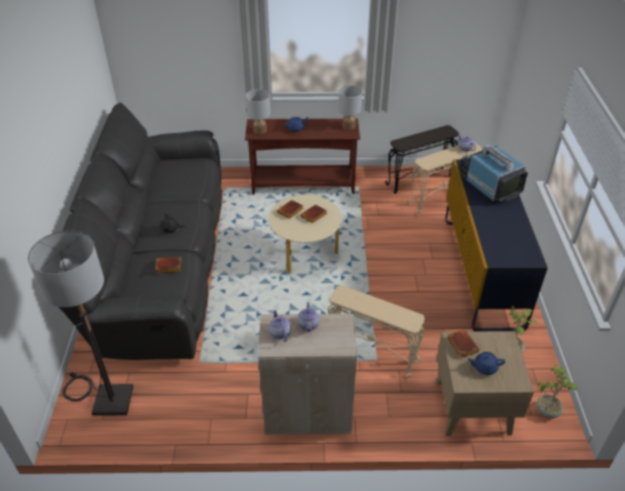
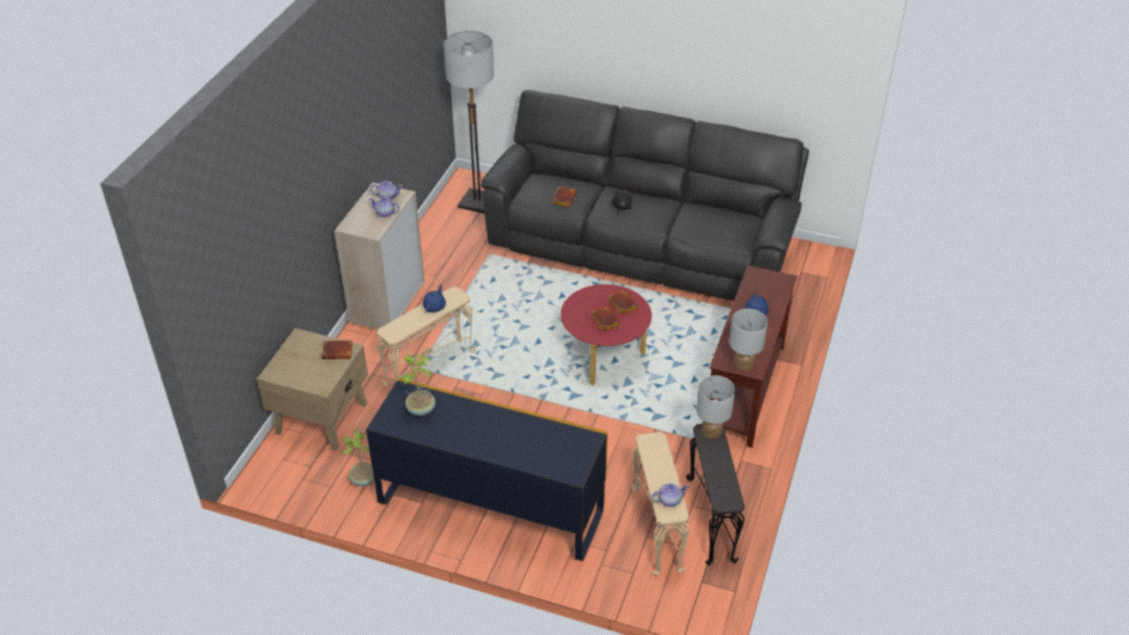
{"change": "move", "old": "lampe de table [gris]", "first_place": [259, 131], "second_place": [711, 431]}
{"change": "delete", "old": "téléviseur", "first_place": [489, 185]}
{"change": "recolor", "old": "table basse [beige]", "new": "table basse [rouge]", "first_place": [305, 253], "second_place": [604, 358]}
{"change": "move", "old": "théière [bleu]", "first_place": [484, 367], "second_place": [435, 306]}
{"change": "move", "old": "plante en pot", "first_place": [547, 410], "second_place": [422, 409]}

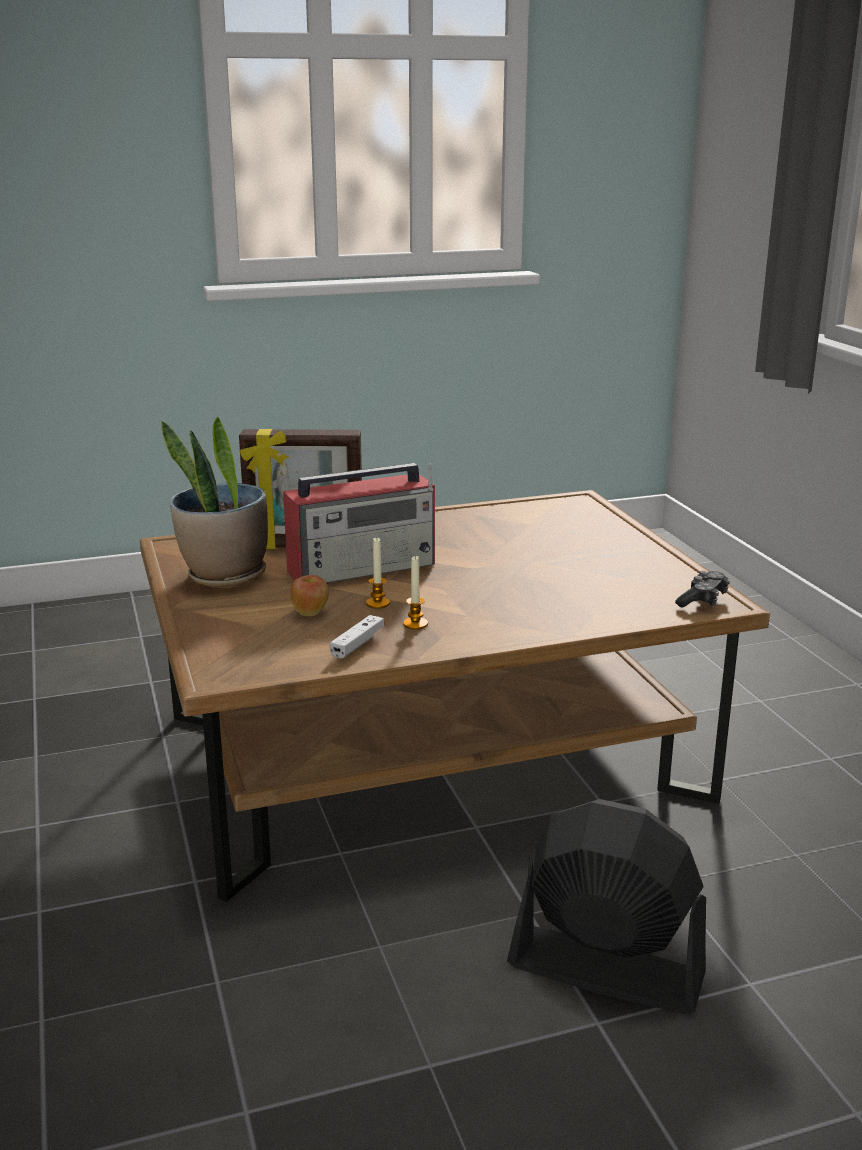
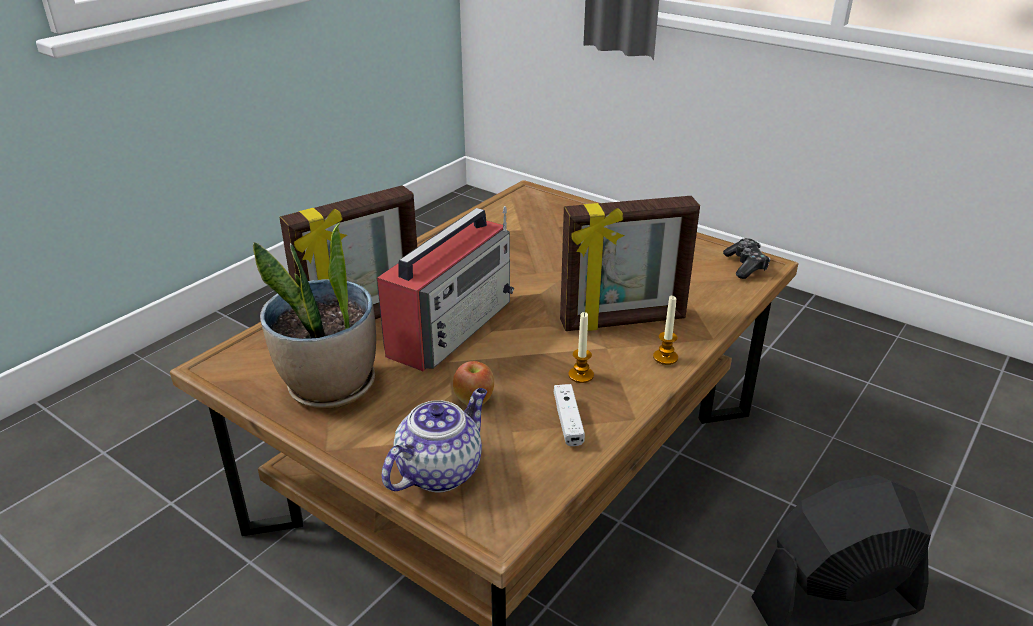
{"change": "move", "old": "bougie", "first_place": [377, 603], "second_place": [665, 357]}
{"change": "insert", "new": "cadre photo", "second_place": [623, 322]}
{"change": "insert", "new": "théière", "second_place": [440, 470]}

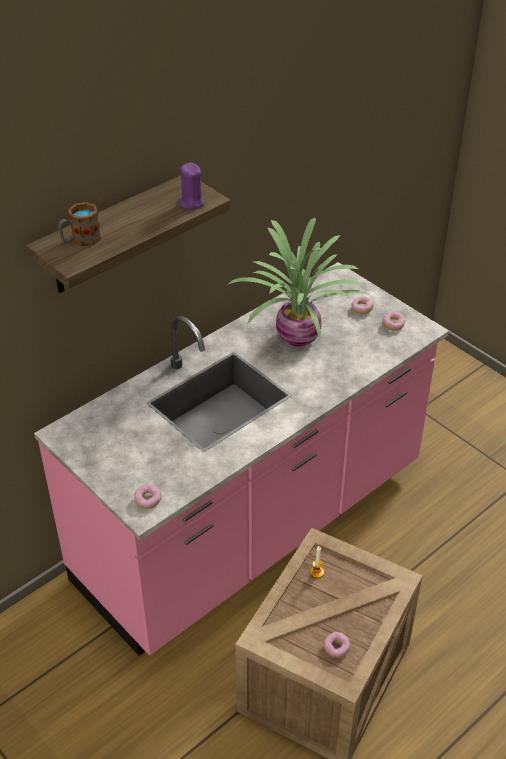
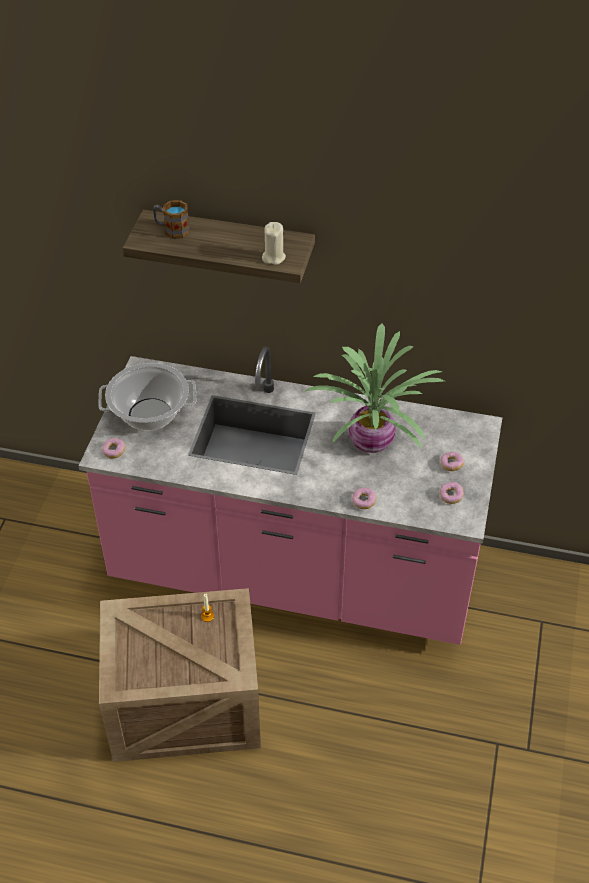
{"change": "recolor", "old": "bougie [violet]", "new": "bougie [beige]", "first_place": [191, 203], "second_place": [273, 257]}
{"change": "move", "old": "beignet", "first_place": [336, 648], "second_place": [363, 502]}
{"change": "insert", "new": "marmite", "second_place": [149, 415]}

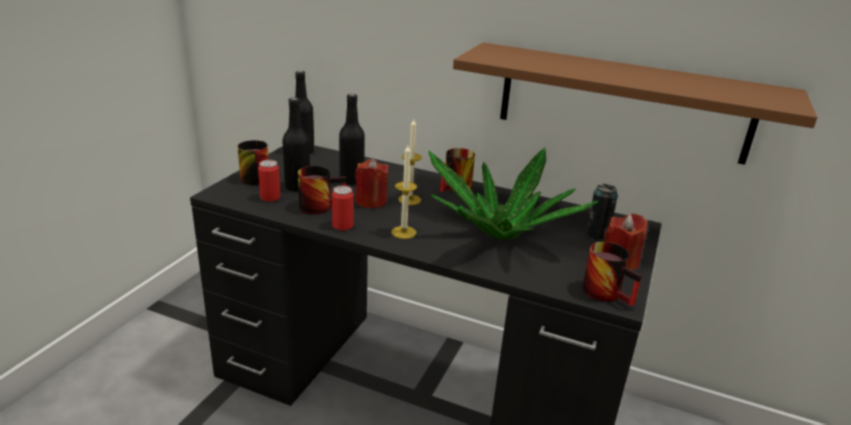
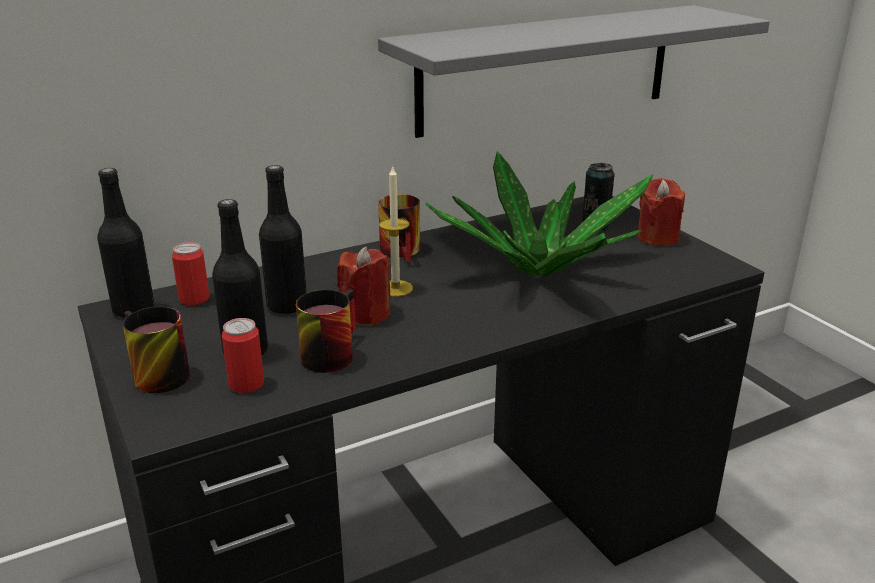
{"change": "recolor", "old": "étagère [marron]", "new": "étagère [gris]", "first_place": [623, 102], "second_place": [547, 69]}
{"change": "delete", "old": "bougie", "first_place": [403, 232]}
{"change": "move", "old": "boîte métallique", "first_place": [342, 225], "second_place": [194, 299]}
{"change": "delete", "old": "mug", "first_place": [608, 293]}

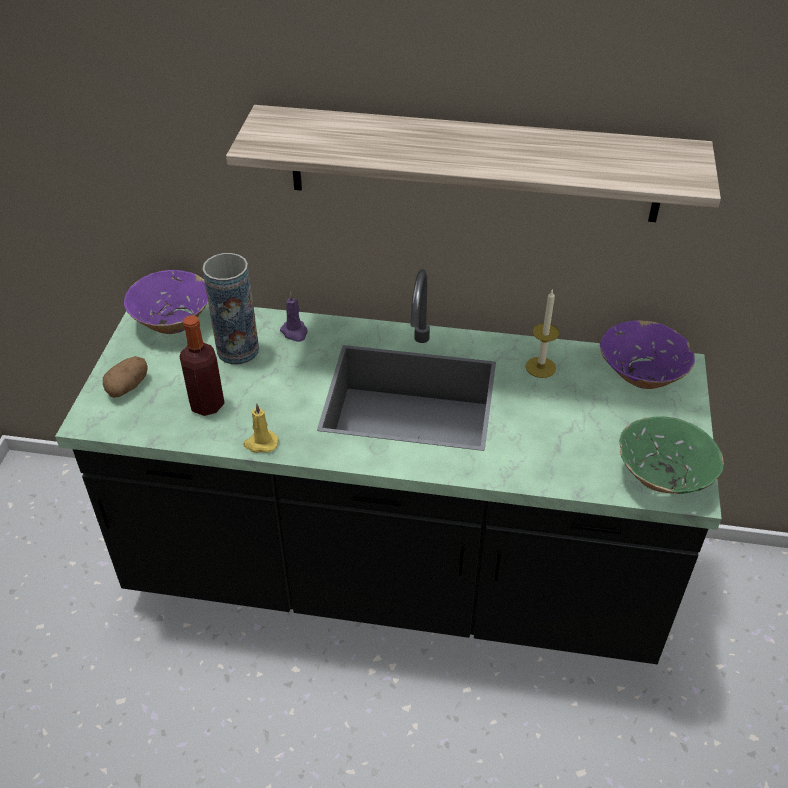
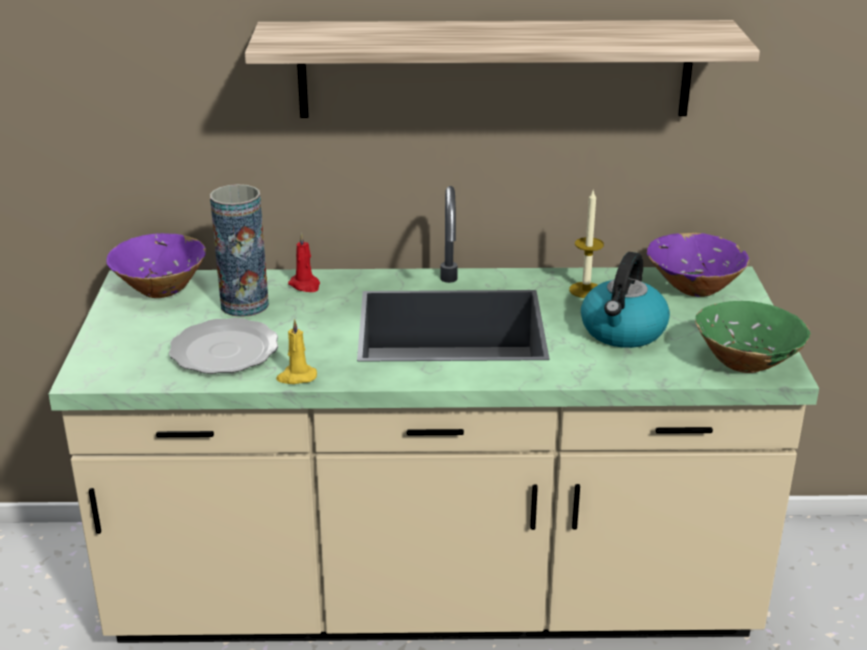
{"change": "recolor", "old": "comptoir de cuisine [noir]", "new": "comptoir de cuisine [beige]", "first_place": [394, 576], "second_place": [433, 595]}
{"change": "recolor", "old": "bougie [violet]", "new": "bougie [rouge]", "first_place": [295, 332], "second_place": [305, 285]}
{"change": "replace", "old": "bouteille", "new": "assiette", "first_place": [207, 404], "second_place": [223, 351]}
{"change": "delete", "old": "pomme de terre", "first_place": [128, 386]}
{"change": "insert", "new": "bouilloire", "second_place": [623, 332]}

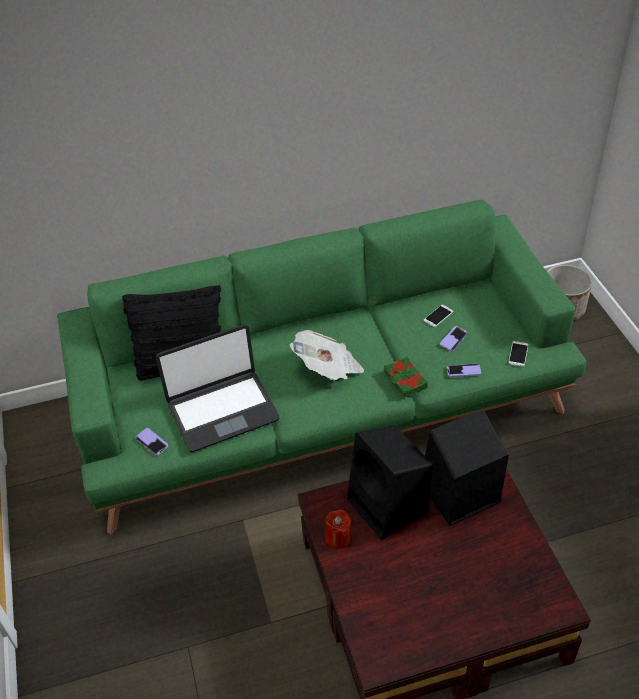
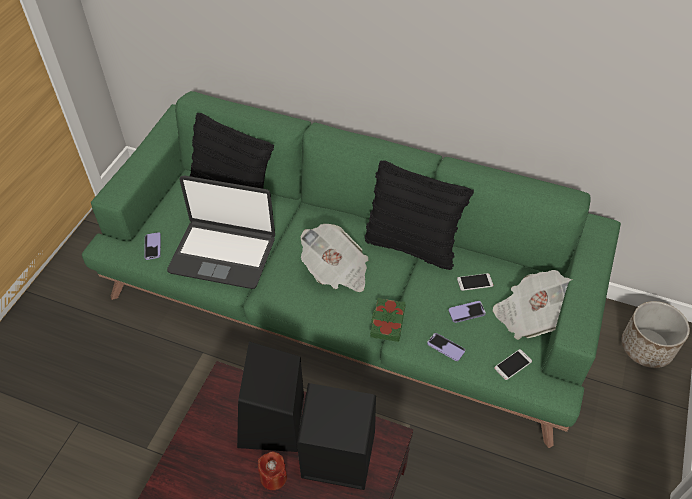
{"change": "move", "old": "bougie [rouge]", "first_place": [338, 537], "second_place": [273, 477]}
{"change": "insert", "new": "coussin [noir]", "second_place": [412, 246]}
{"change": "insert", "new": "journal", "second_place": [531, 315]}

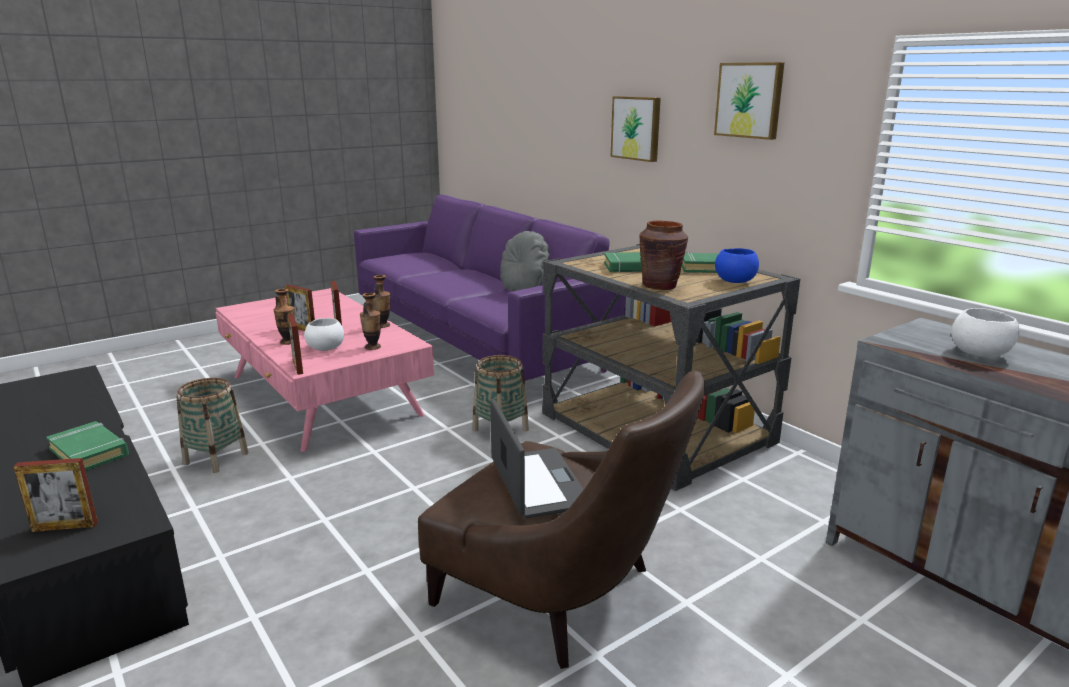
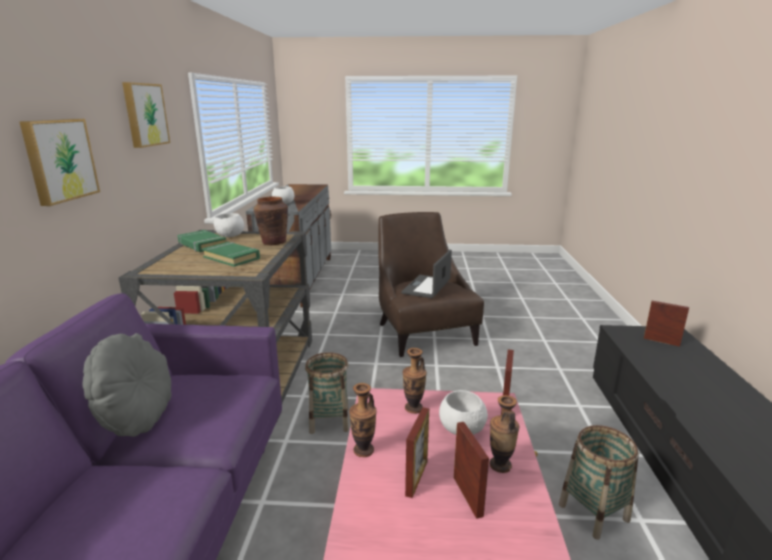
{"change": "recolor", "old": "bol [bleu]", "new": "bol [blanc]", "first_place": [736, 281], "second_place": [229, 236]}
{"change": "delete", "old": "livre [vert]", "first_place": [89, 452]}

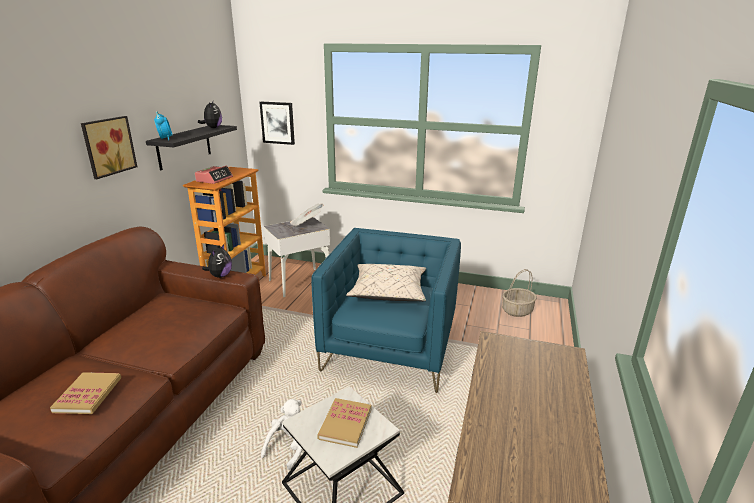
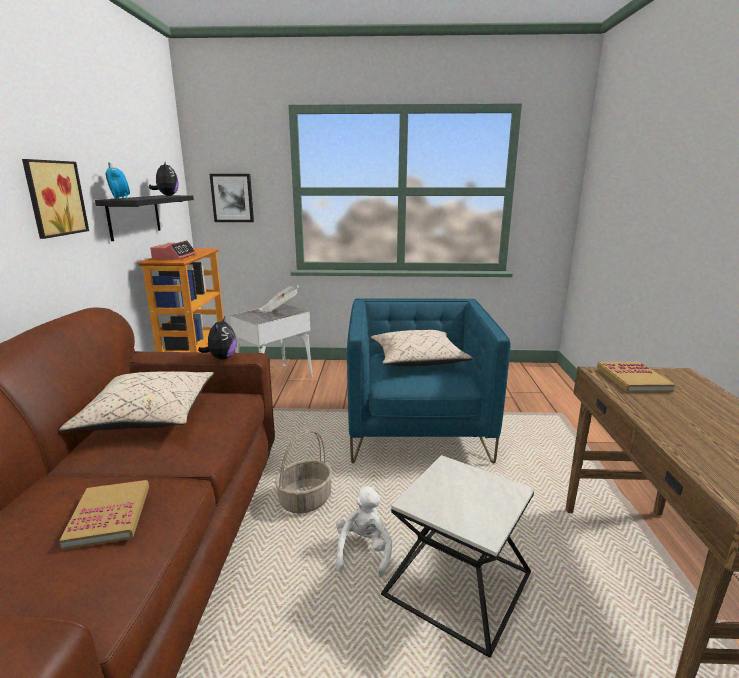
{"change": "move", "old": "panier", "first_place": [517, 310], "second_place": [305, 499]}
{"change": "move", "old": "livre", "first_place": [345, 424], "second_place": [632, 379]}
{"change": "insert", "new": "coussin [beige]", "second_place": [148, 416]}

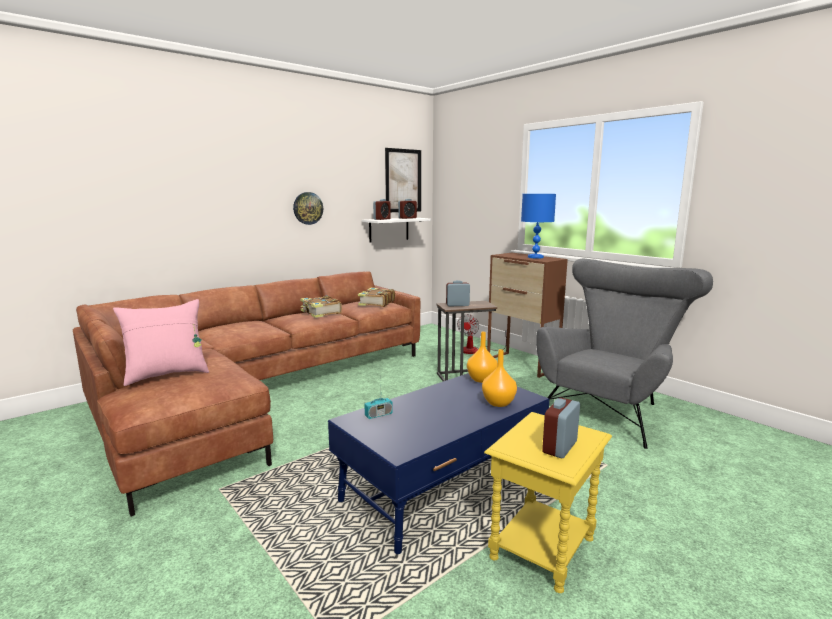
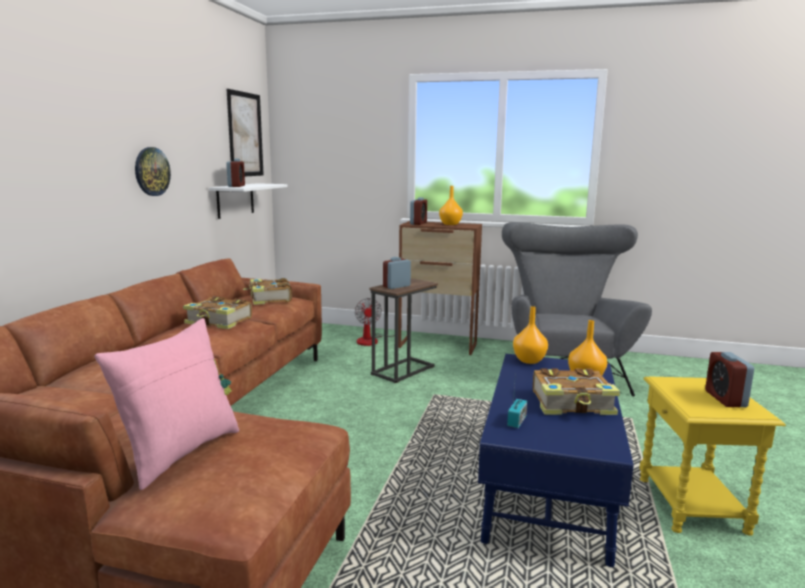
{"change": "replace", "old": "lampe de table [bleu]", "new": "vase [orange]", "first_place": [535, 257], "second_place": [450, 224]}
{"change": "move", "old": "réveil", "first_place": [407, 218], "second_place": [418, 223]}
{"change": "insert", "new": "livre", "second_place": [573, 404]}

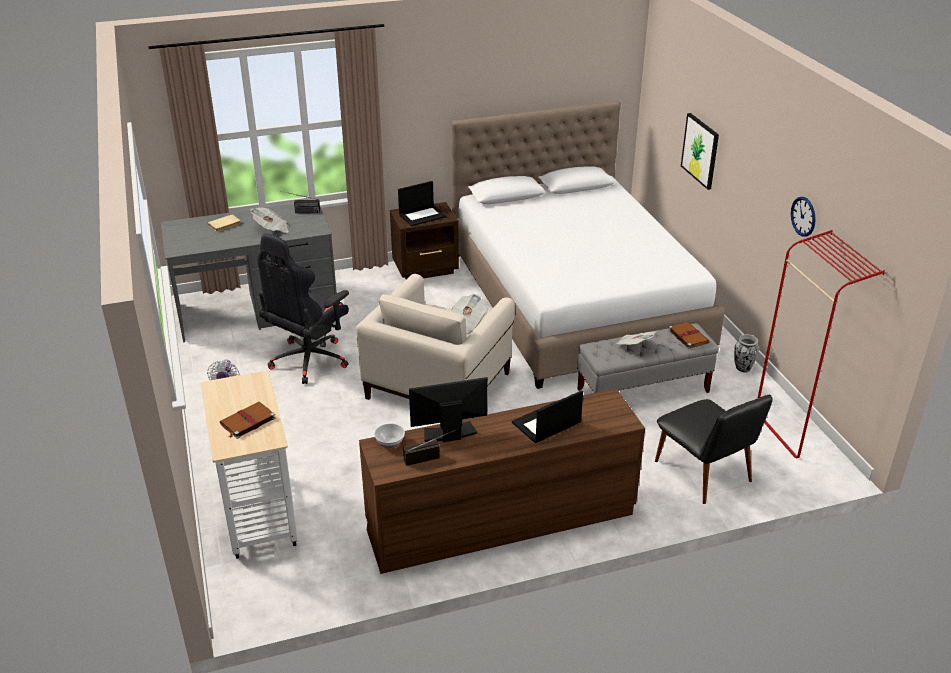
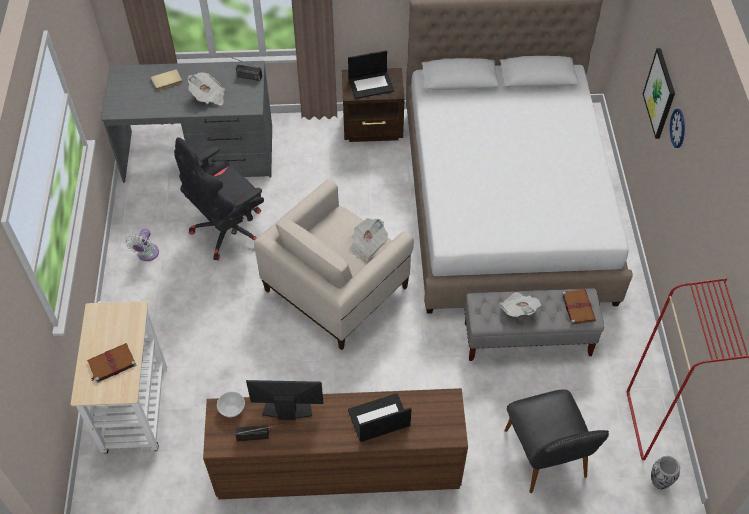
{"change": "move", "old": "horloge murale", "first_place": [803, 216], "second_place": [678, 128]}
{"change": "move", "old": "vase", "first_place": [742, 368], "second_place": [659, 482]}

